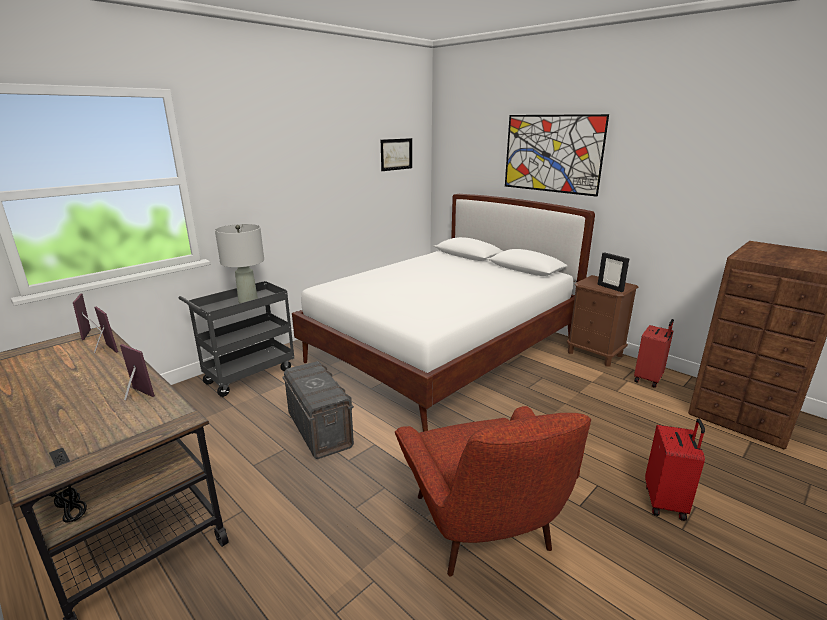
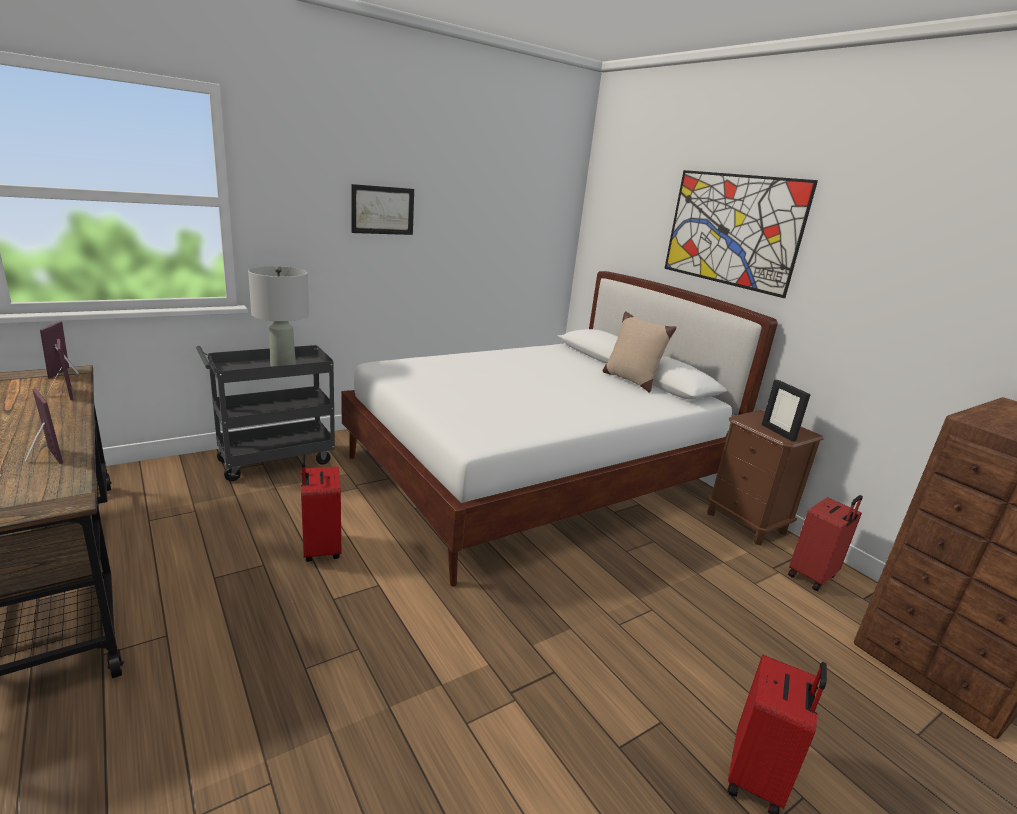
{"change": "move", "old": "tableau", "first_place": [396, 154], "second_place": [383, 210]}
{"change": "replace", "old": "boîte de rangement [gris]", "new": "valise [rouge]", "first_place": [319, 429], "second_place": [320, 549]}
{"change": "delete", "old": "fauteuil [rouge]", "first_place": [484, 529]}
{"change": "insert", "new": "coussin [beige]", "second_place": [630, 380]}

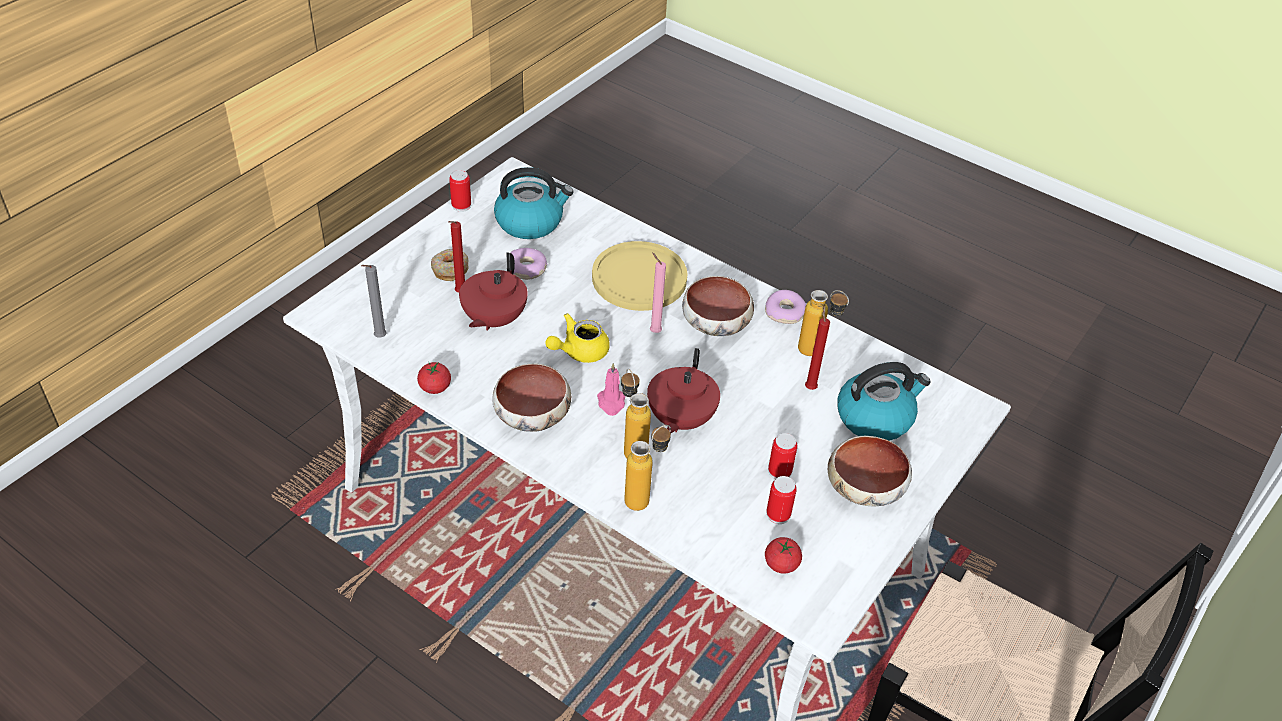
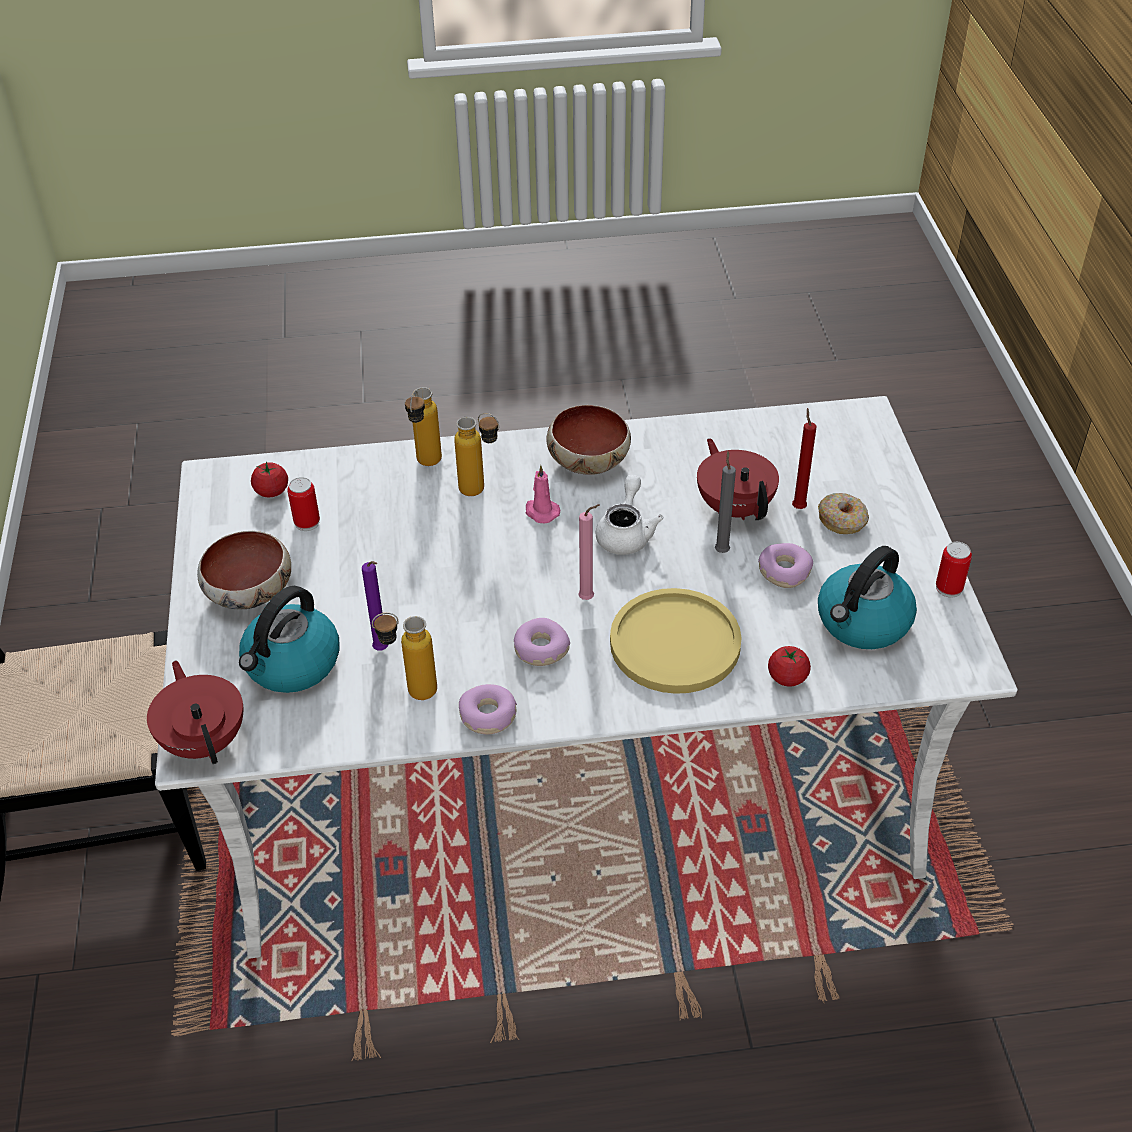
{"change": "move", "old": "bougie [gris]", "first_place": [378, 338], "second_place": [721, 550]}
{"change": "replace", "old": "bol", "new": "beignet", "first_place": [716, 324], "second_place": [540, 649]}
{"change": "recolor", "old": "bougie [rouge]", "new": "bougie [violet]", "first_place": [810, 387], "second_place": [382, 650]}
{"change": "recolor", "old": "théière [jaune]", "new": "théière [blanc]", "first_place": [579, 351], "second_place": [626, 533]}
{"change": "move", "old": "théière [rouge]", "first_place": [680, 419], "second_place": [204, 740]}
{"change": "move", "old": "tomate", "first_place": [435, 387], "second_place": [787, 677]}
{"change": "delete", "old": "boîte métallique", "first_place": [779, 471]}

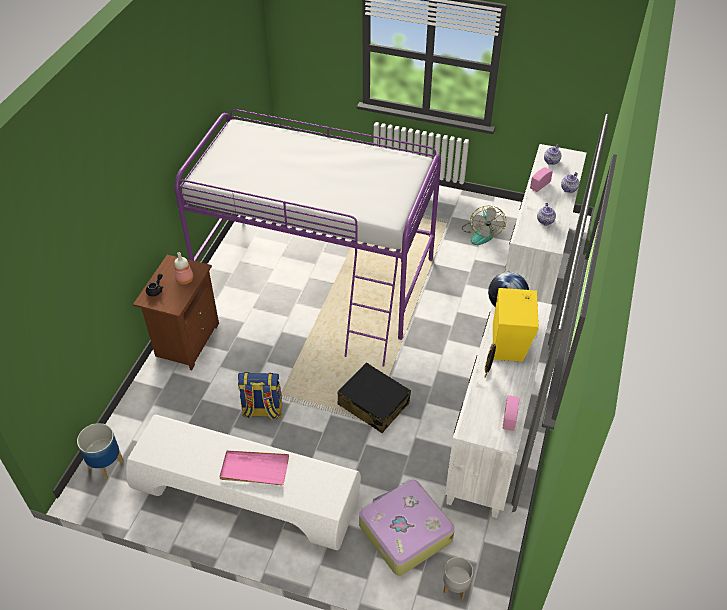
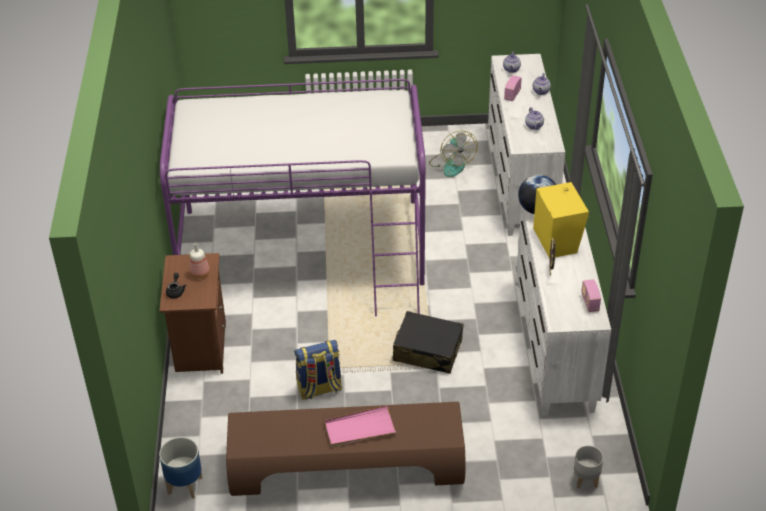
{"change": "recolor", "old": "banc [blanc]", "new": "banc [marron]", "first_place": [246, 494], "second_place": [346, 467]}
{"change": "delete", "old": "valise", "first_place": [404, 532]}

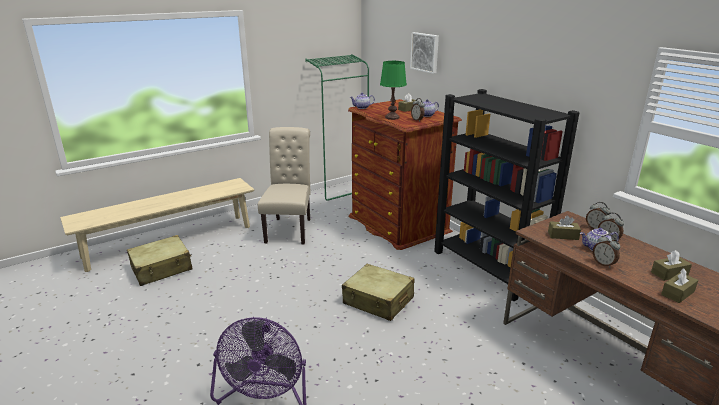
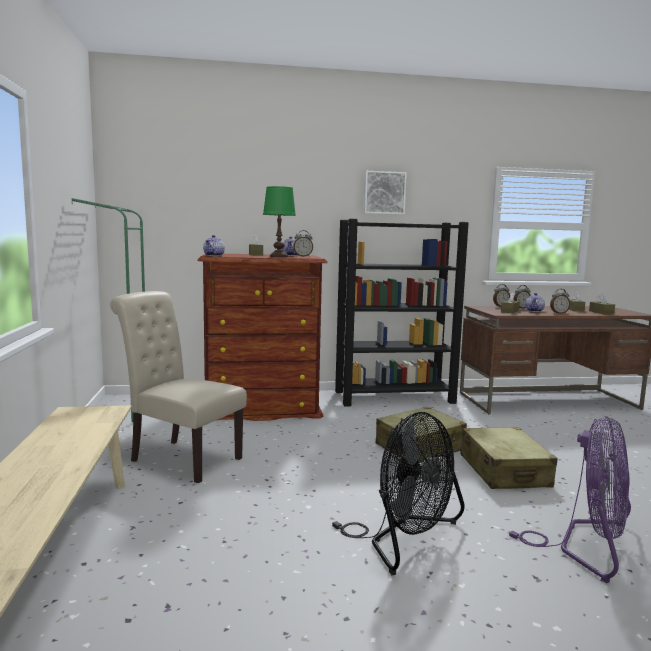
{"change": "move", "old": "tableau", "first_place": [425, 52], "second_place": [384, 193]}
{"change": "move", "old": "valise [beige]", "first_place": [162, 268], "second_place": [504, 471]}
{"change": "insert", "new": "ventilateur [noir]", "second_place": [402, 539]}

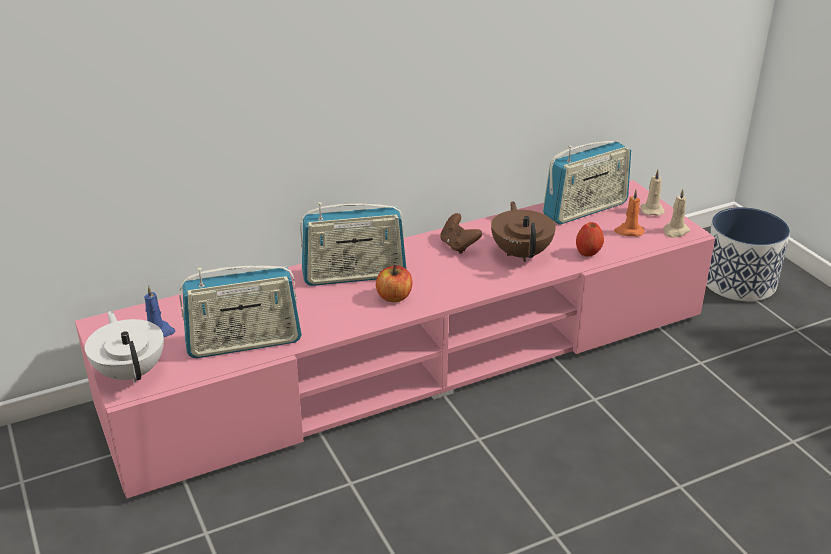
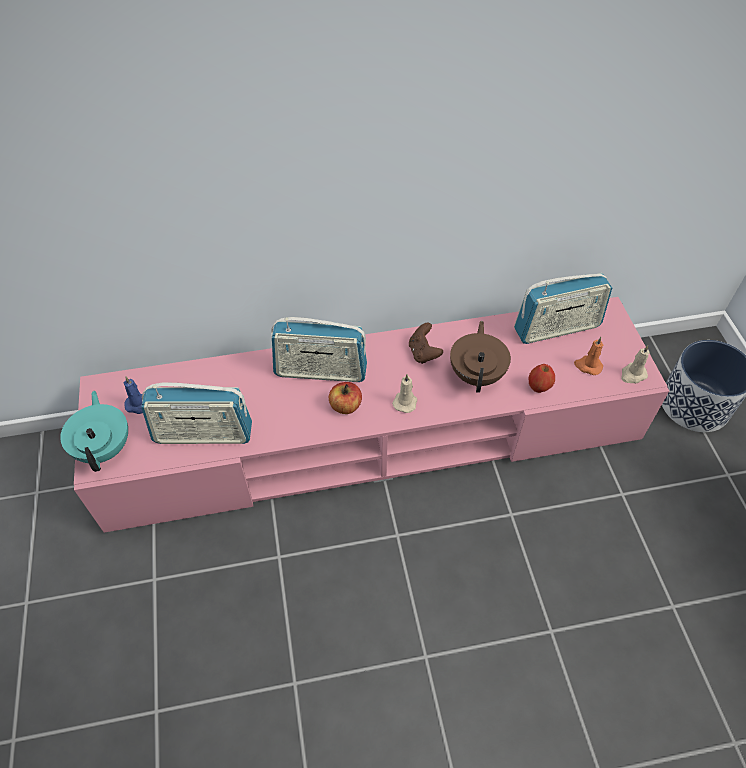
{"change": "move", "old": "bougie [beige]", "first_place": [651, 210], "second_place": [405, 401]}
{"change": "recolor", "old": "théière [blanc]", "new": "théière [turquoise]", "first_place": [131, 372], "second_place": [105, 447]}

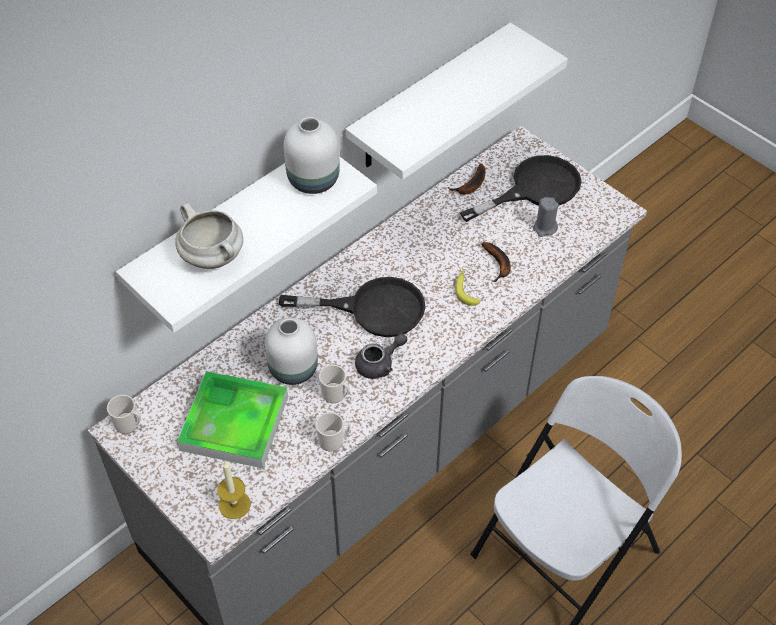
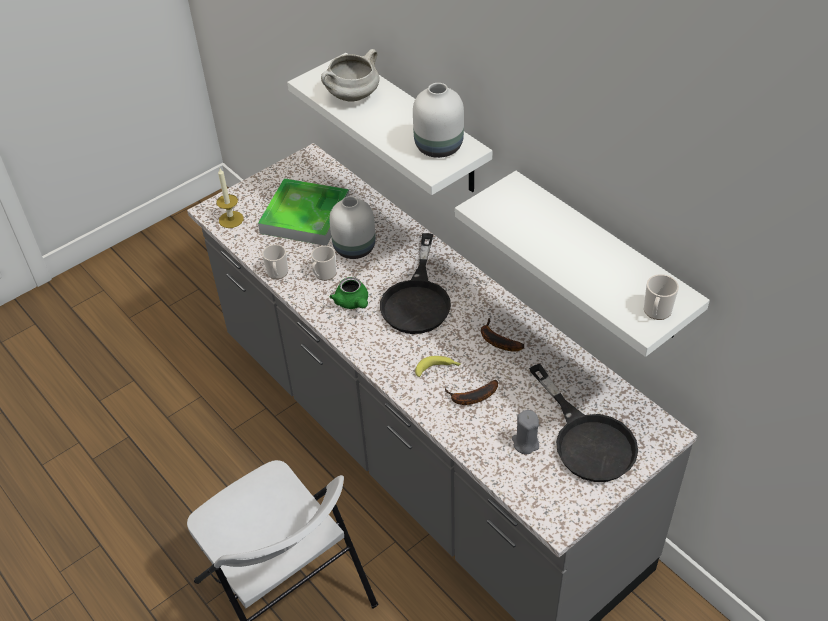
{"change": "move", "old": "banane", "first_place": [471, 185], "second_place": [496, 340]}
{"change": "recolor", "old": "théière [gris]", "new": "théière [vert]", "first_place": [379, 364], "second_place": [353, 303]}
{"change": "move", "old": "mug", "first_place": [129, 424], "second_place": [656, 312]}

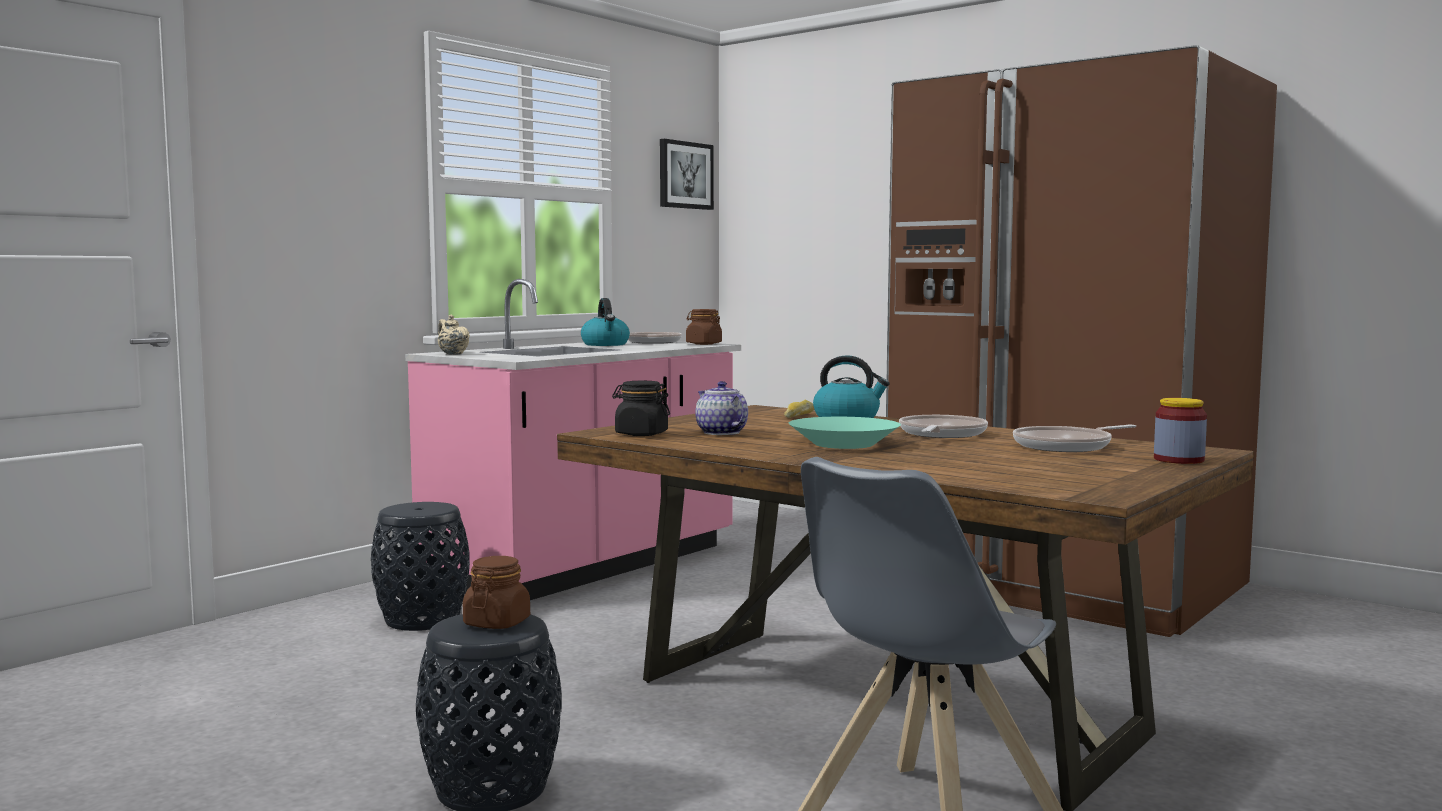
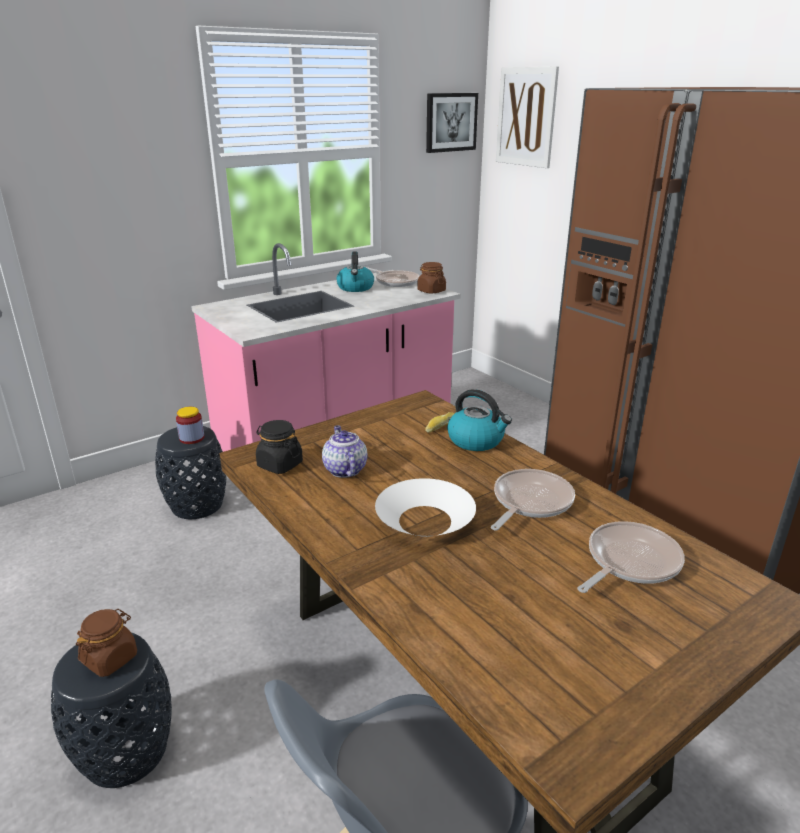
{"change": "delete", "old": "théière [beige]", "first_place": [452, 354]}
{"change": "move", "old": "bocal", "first_place": [1178, 460], "second_place": [192, 438]}
{"change": "recolor", "old": "bol [turquoise]", "new": "bol [blanc]", "first_place": [844, 444], "second_place": [425, 521]}
{"change": "rotate", "old": "poêle", "first_place": [1067, 446], "second_place": [629, 562], "degrees": 150}
{"change": "insert", "new": "tableau", "second_place": [526, 117]}

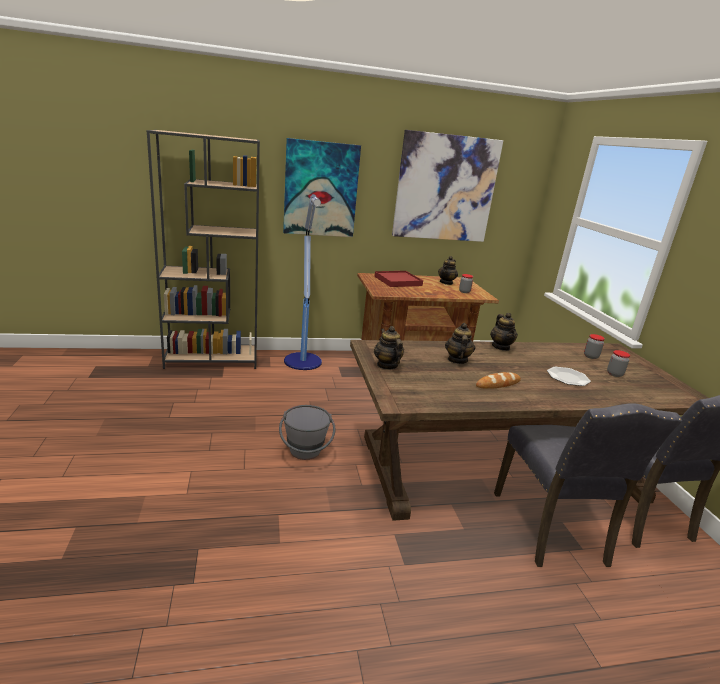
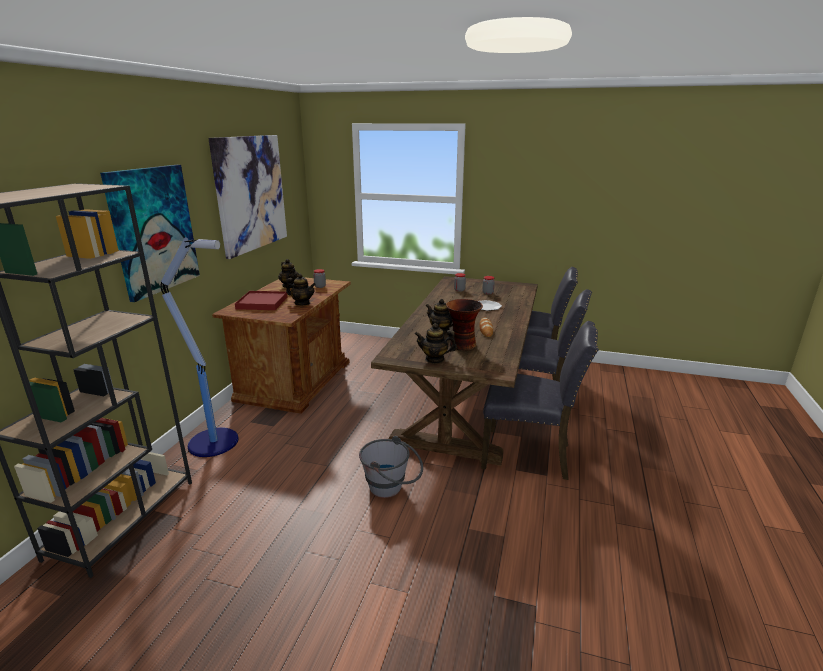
{"change": "move", "old": "théière", "first_place": [501, 347], "second_place": [302, 303]}
{"change": "insert", "new": "vase", "second_place": [462, 345]}
{"change": "insert", "new": "chaise [gris]", "second_place": [529, 455]}

